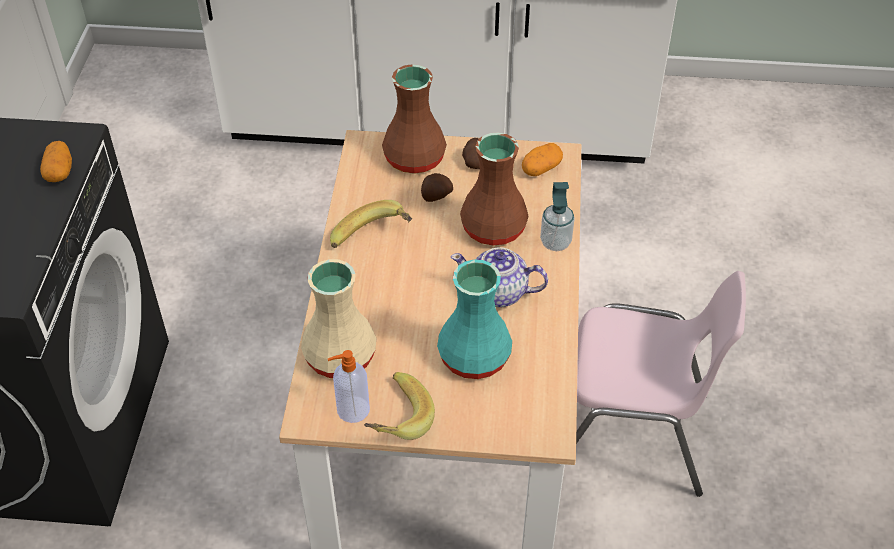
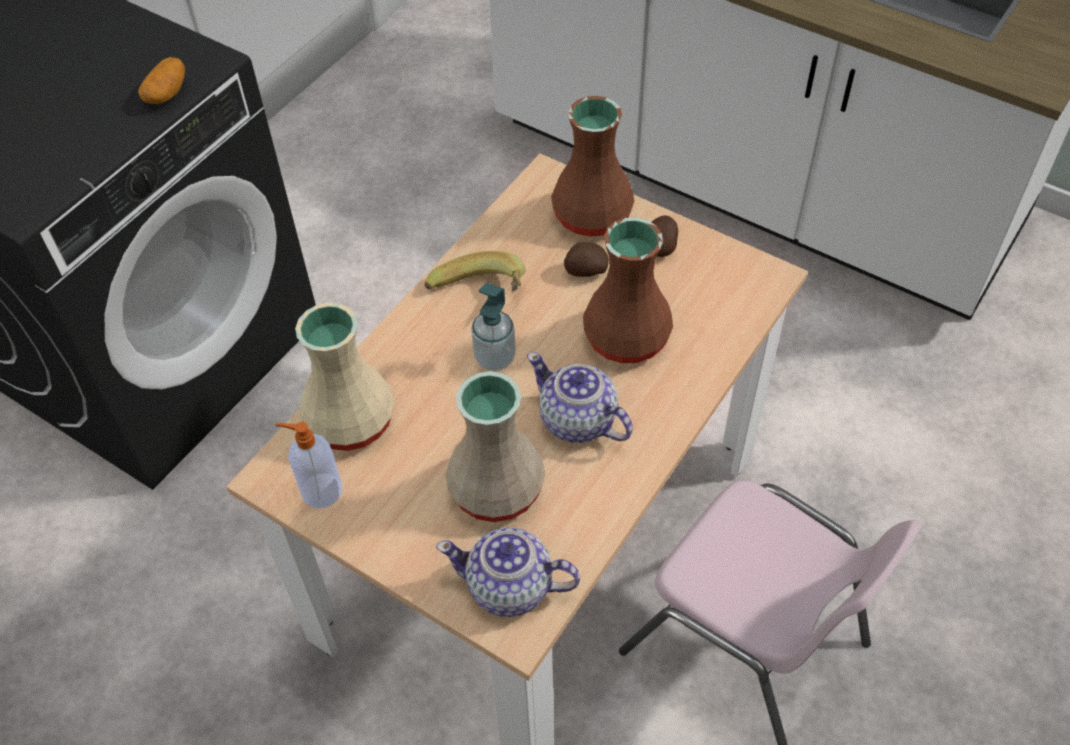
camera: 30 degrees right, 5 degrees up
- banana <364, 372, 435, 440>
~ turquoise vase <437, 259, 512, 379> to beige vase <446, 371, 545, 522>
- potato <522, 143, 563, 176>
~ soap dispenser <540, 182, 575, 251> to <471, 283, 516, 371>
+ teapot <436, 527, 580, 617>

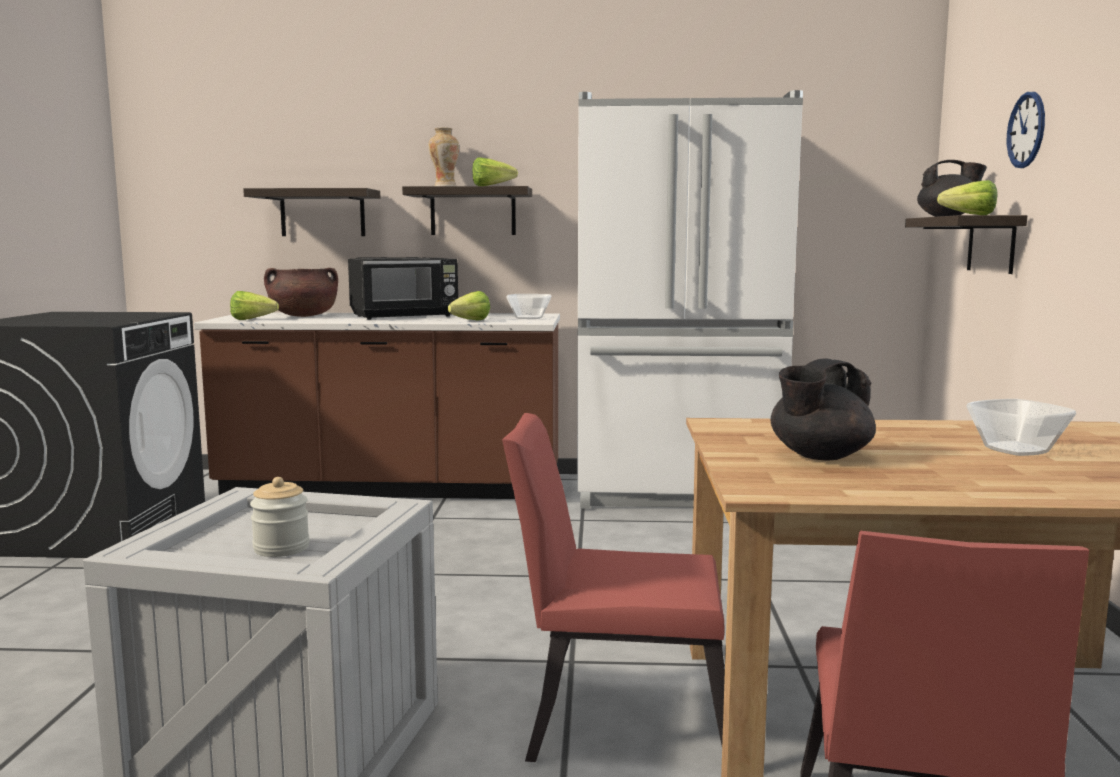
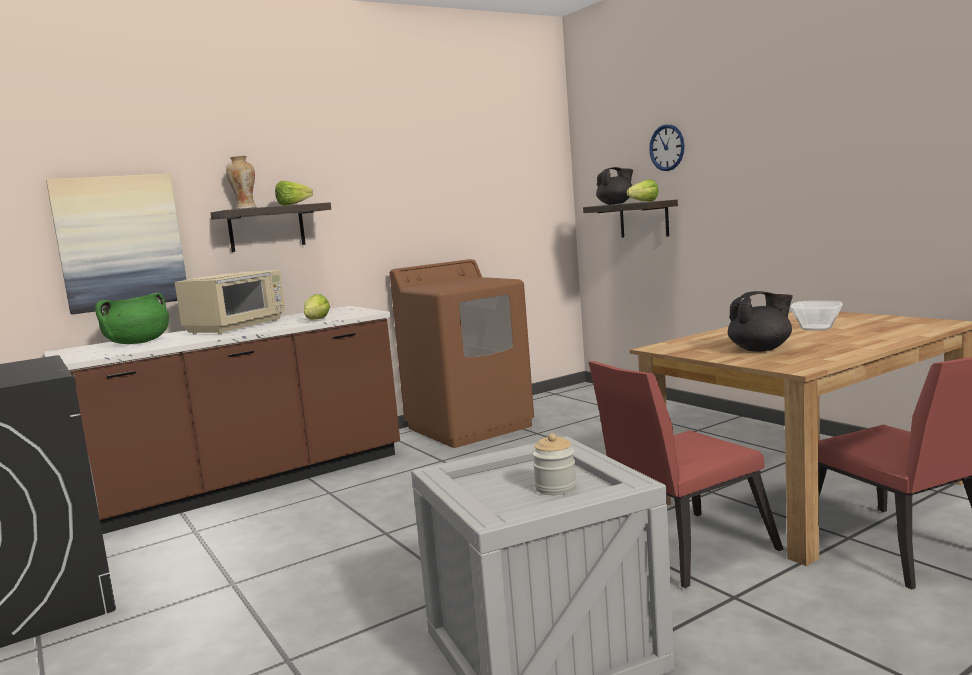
camera: 35 degrees left, 0 degrees up
- lettuce <230, 291, 279, 320>
~ shelf <243, 188, 380, 236> to picture <46, 174, 186, 314>
~ brown cooking pot <264, 268, 338, 317> to green cooking pot <95, 293, 169, 344>
~ black microwave <348, 257, 458, 320> to beige microwave <175, 270, 286, 334>
- bowl <506, 294, 551, 319>
~ white fridge <577, 90, 803, 508> to brown washing machine <390, 259, 534, 448>
~ black teapot <771, 358, 876, 461> = <728, 291, 793, 352> 120 degrees counterclockwise

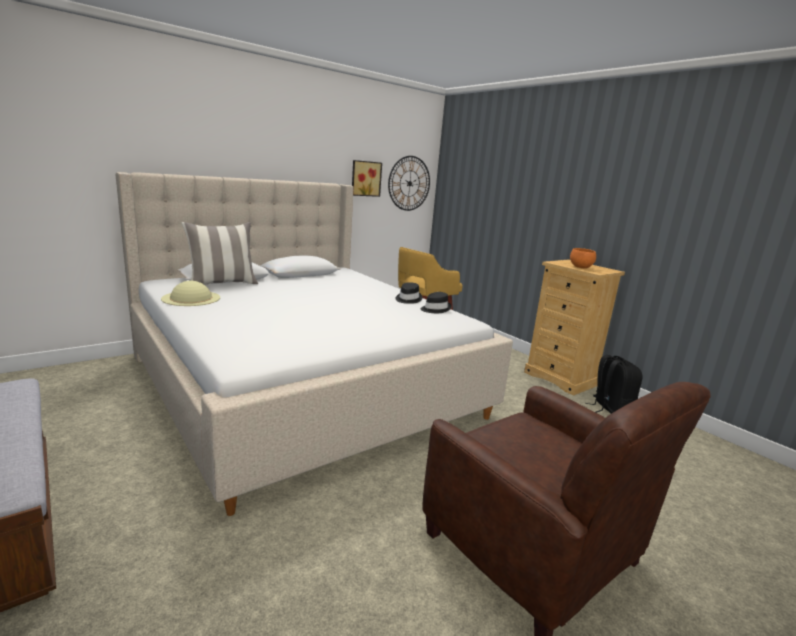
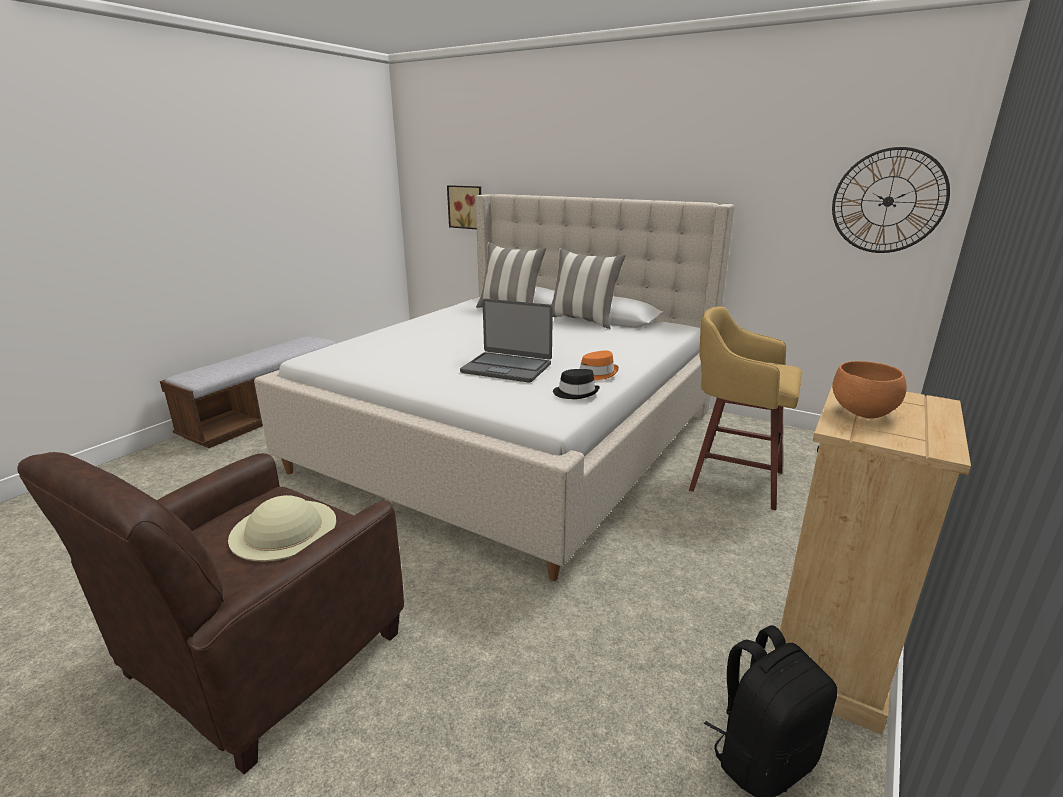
camera: 70 degrees right, 5 degrees up
~ beige hat <161, 281, 220, 306> to <228, 495, 336, 562>
~ picture <352, 160, 382, 197> to <447, 185, 481, 229>
~ black hat <395, 282, 423, 304> to orange hat <580, 350, 619, 381>
+ laptop <460, 299, 553, 383>
+ pillow <551, 248, 626, 329>

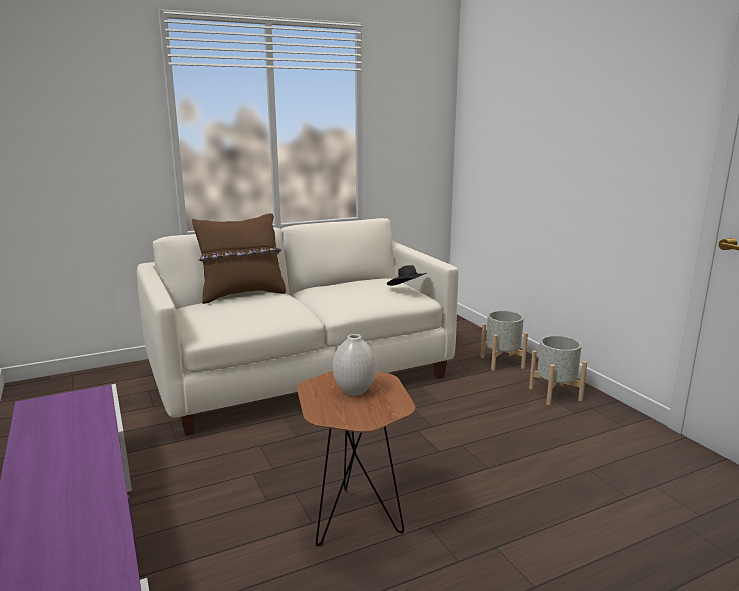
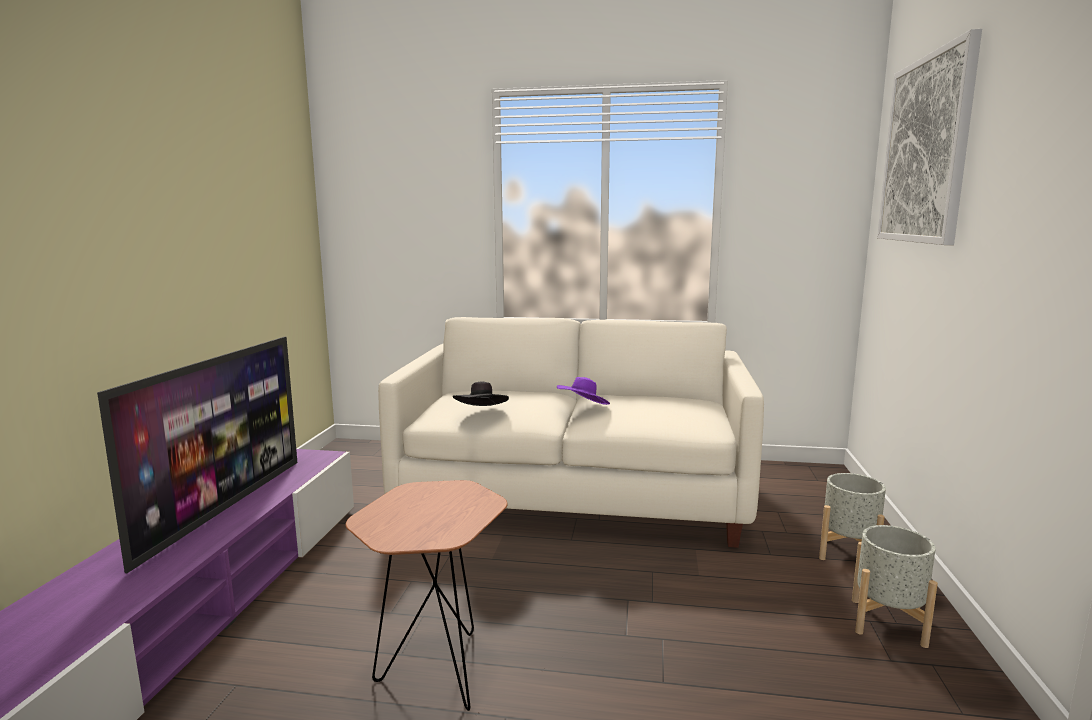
camera: 35 degrees right, 5 degrees down
- brown pillow <192, 213, 286, 304>
- white vase <333, 334, 377, 396>
~ black hat <387, 265, 426, 286> to <453, 381, 509, 406>
+ television <97, 337, 297, 573>
+ purple hat <557, 377, 610, 405>
+ picture <877, 29, 982, 245>

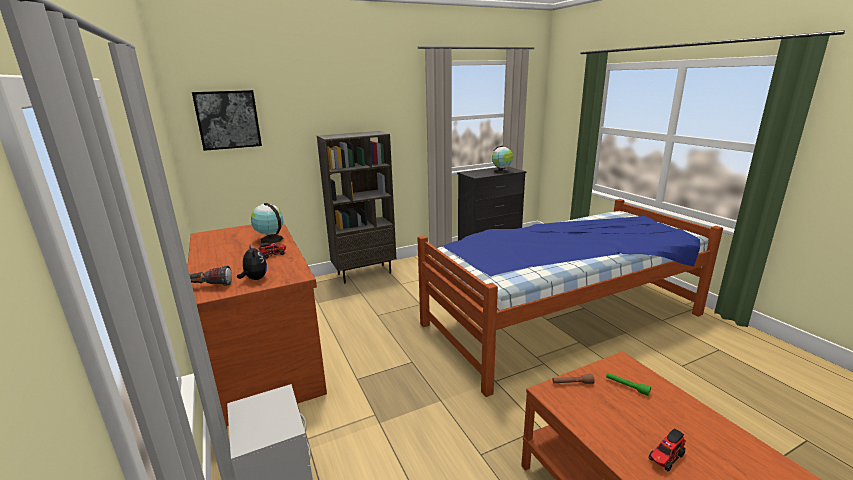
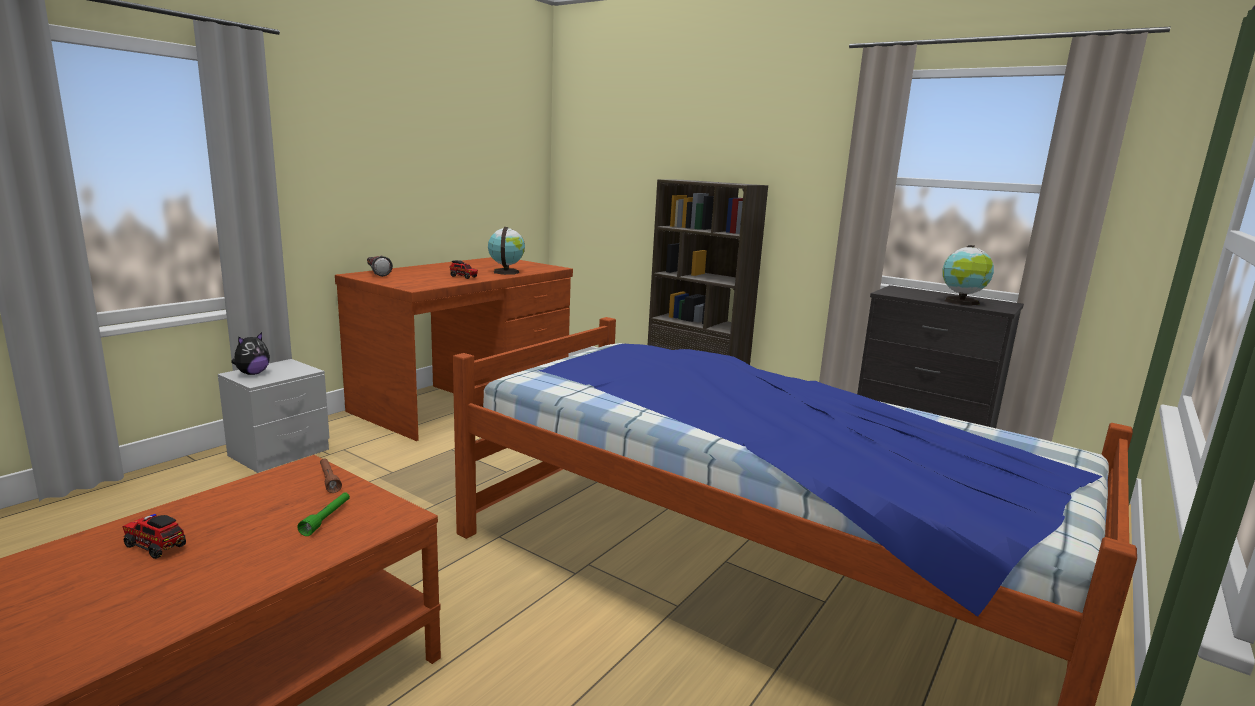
camera: 60 degrees right, 5 degrees down
- picture <192, 90, 262, 151>
~ plush toy <237, 245, 267, 280> to <231, 332, 270, 375>

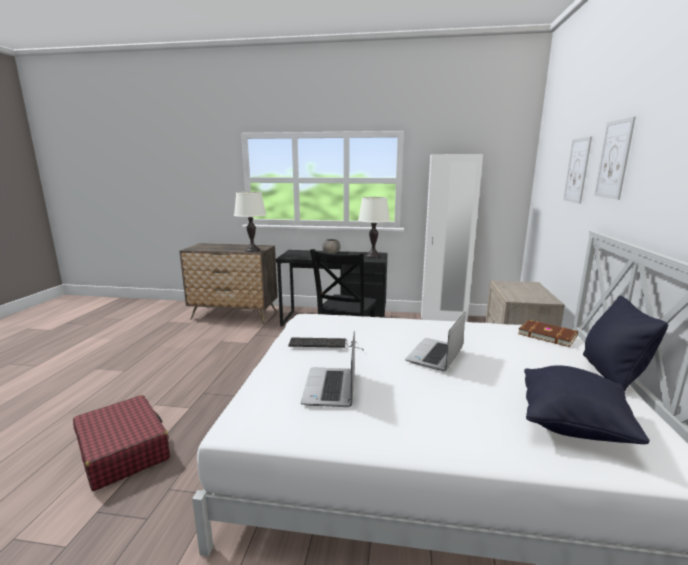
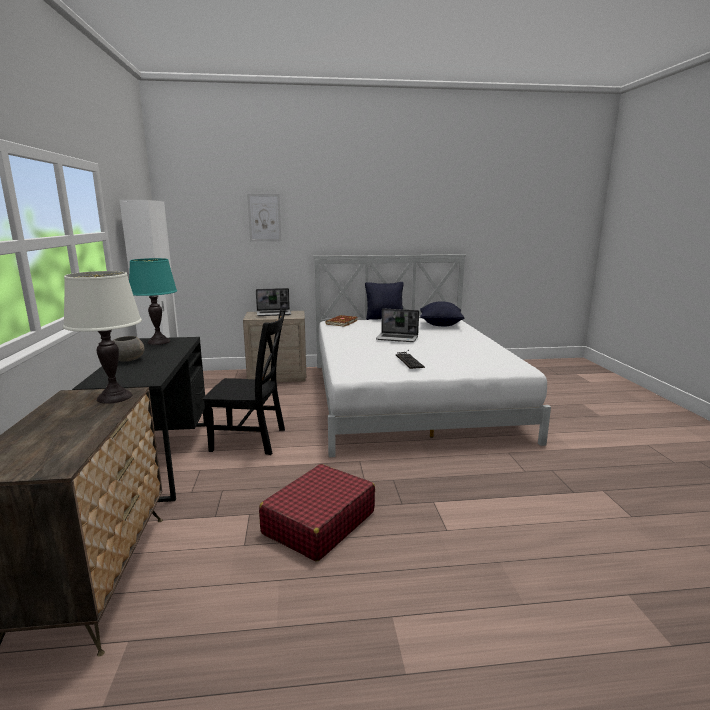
camera: 105 degrees left, 0 degrees up
~ red suitcase <73, 395, 170, 491> to <259, 464, 375, 562>
~ laptop <301, 331, 355, 407> to <256, 288, 291, 316>
~ white table lamp <358, 197, 390, 258> to turquoise table lamp <129, 258, 177, 345>
- picture <594, 117, 636, 200>

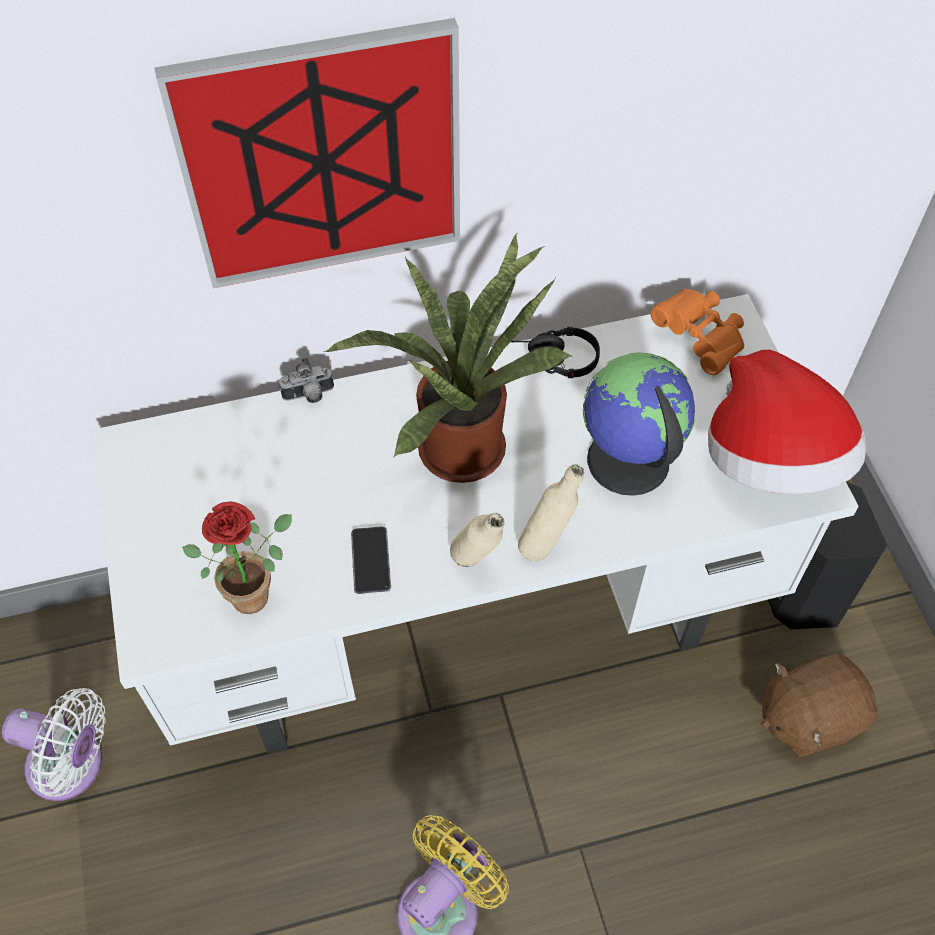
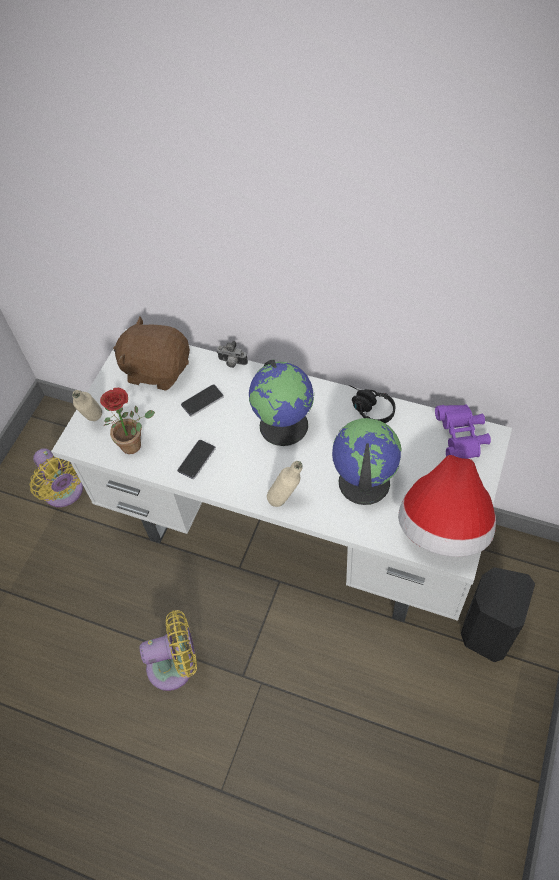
camera: 40 degrees right, 0 degrees up
~ white fan <2, 688, 106, 801> to yellow fan <30, 448, 83, 507>
- picture <154, 18, 460, 288>
~ potted plant <322, 234, 573, 483> to globe <249, 360, 314, 446>
~ beige bottle <450, 513, 505, 567> to <72, 390, 102, 421>
~ orange binoculars <651, 289, 744, 375> to purple binoculars <435, 404, 491, 459>
~ brown plush toy <761, 654, 878, 758> to <113, 316, 190, 391>
+ phone <181, 384, 224, 416>

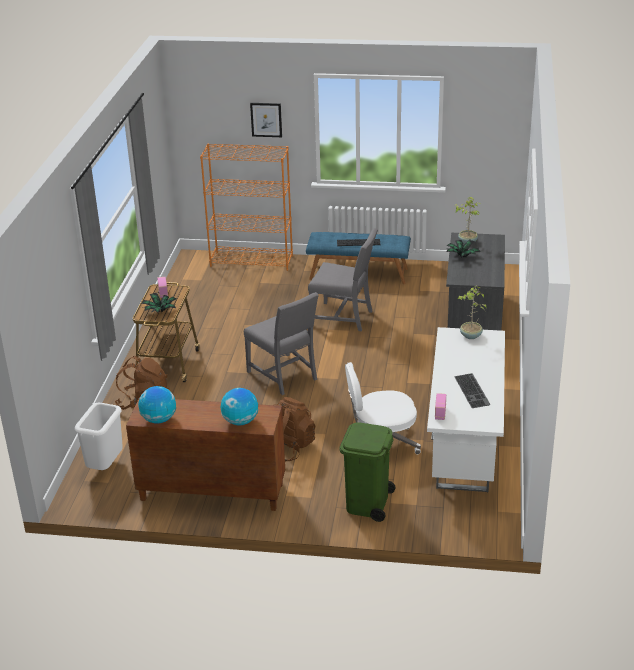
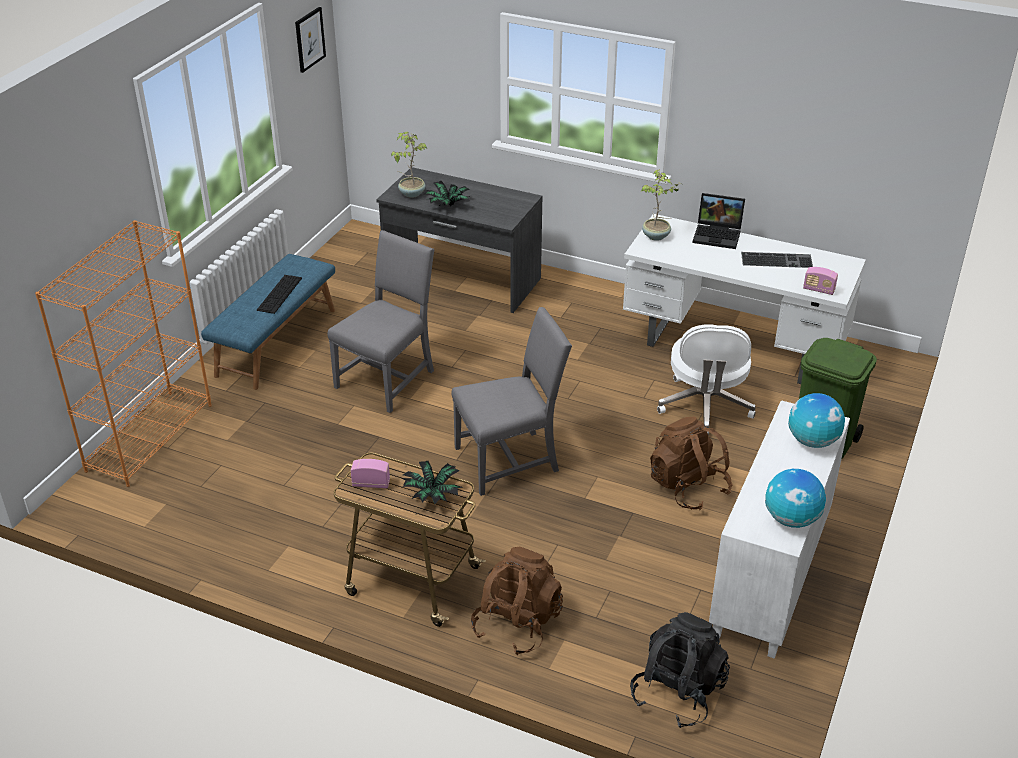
camera: 75 degrees left, 5 degrees up
~ white trash can <75, 403, 123, 470> to black backpack <630, 612, 730, 728>
~ brown cabinet <126, 397, 285, 511> to white cabinet <709, 400, 850, 659>
~ picture <250, 103, 282, 137> to <295, 7, 326, 73>
+ laptop <693, 193, 745, 249>

